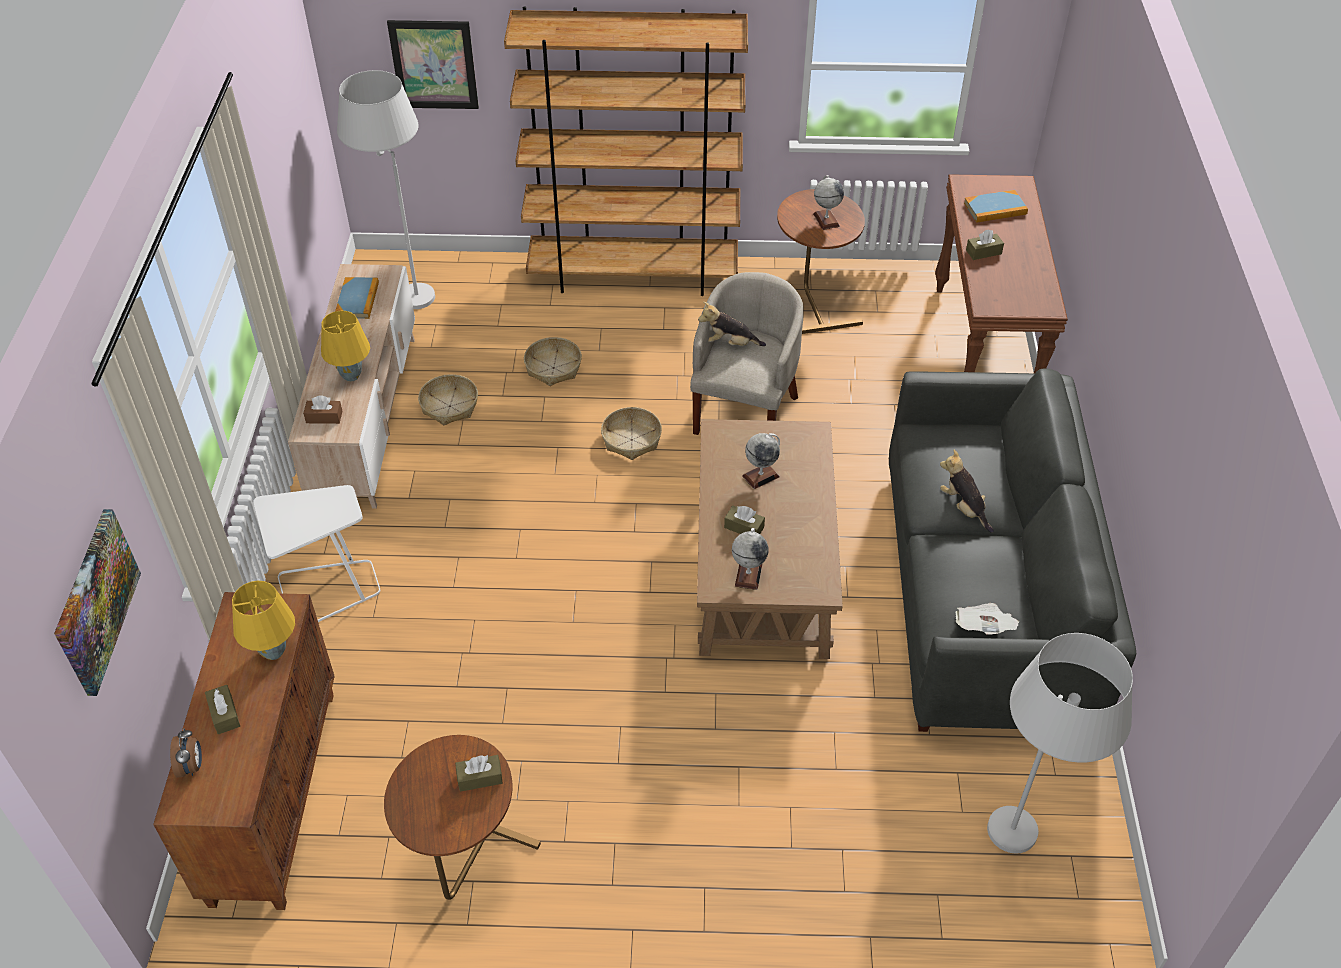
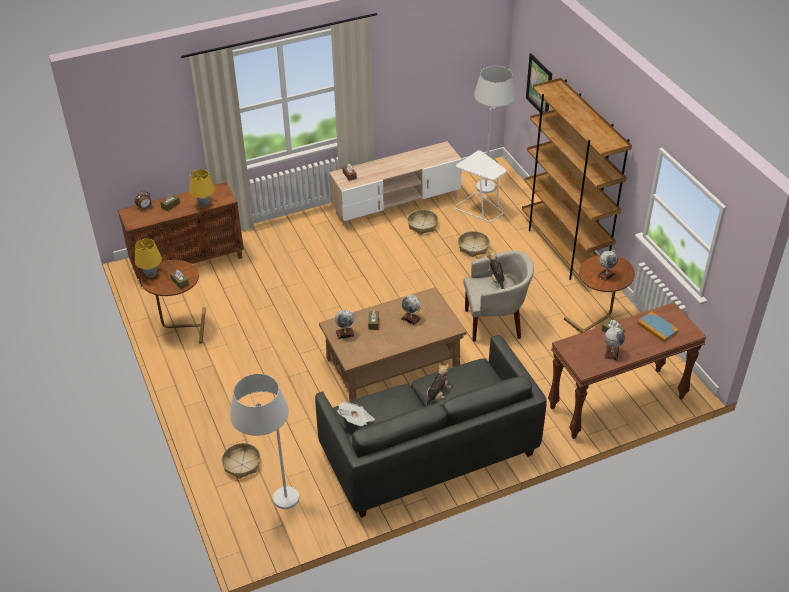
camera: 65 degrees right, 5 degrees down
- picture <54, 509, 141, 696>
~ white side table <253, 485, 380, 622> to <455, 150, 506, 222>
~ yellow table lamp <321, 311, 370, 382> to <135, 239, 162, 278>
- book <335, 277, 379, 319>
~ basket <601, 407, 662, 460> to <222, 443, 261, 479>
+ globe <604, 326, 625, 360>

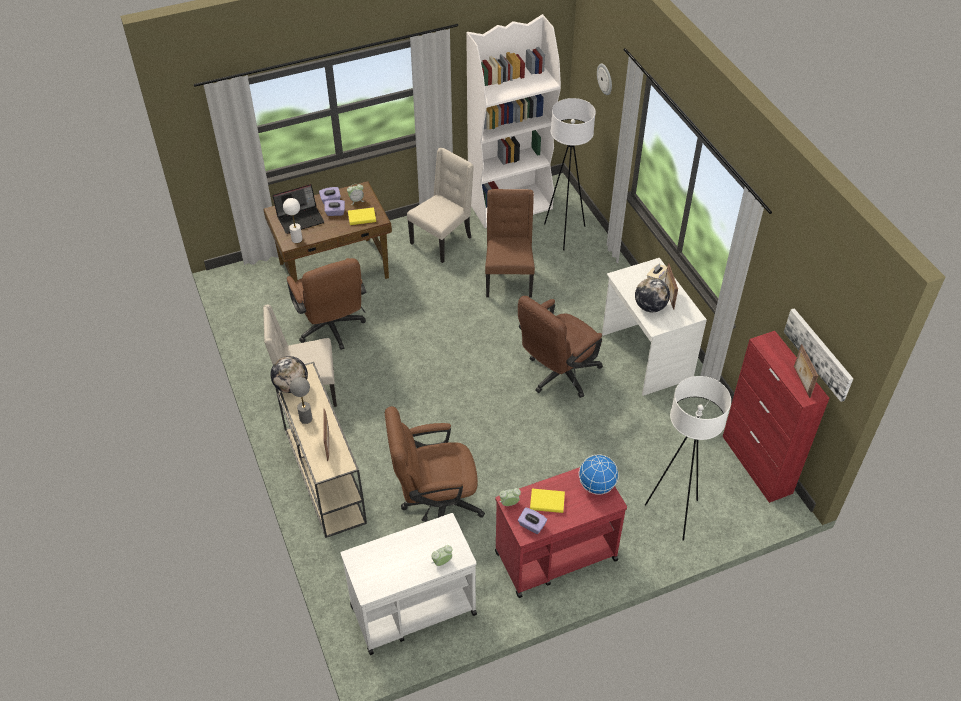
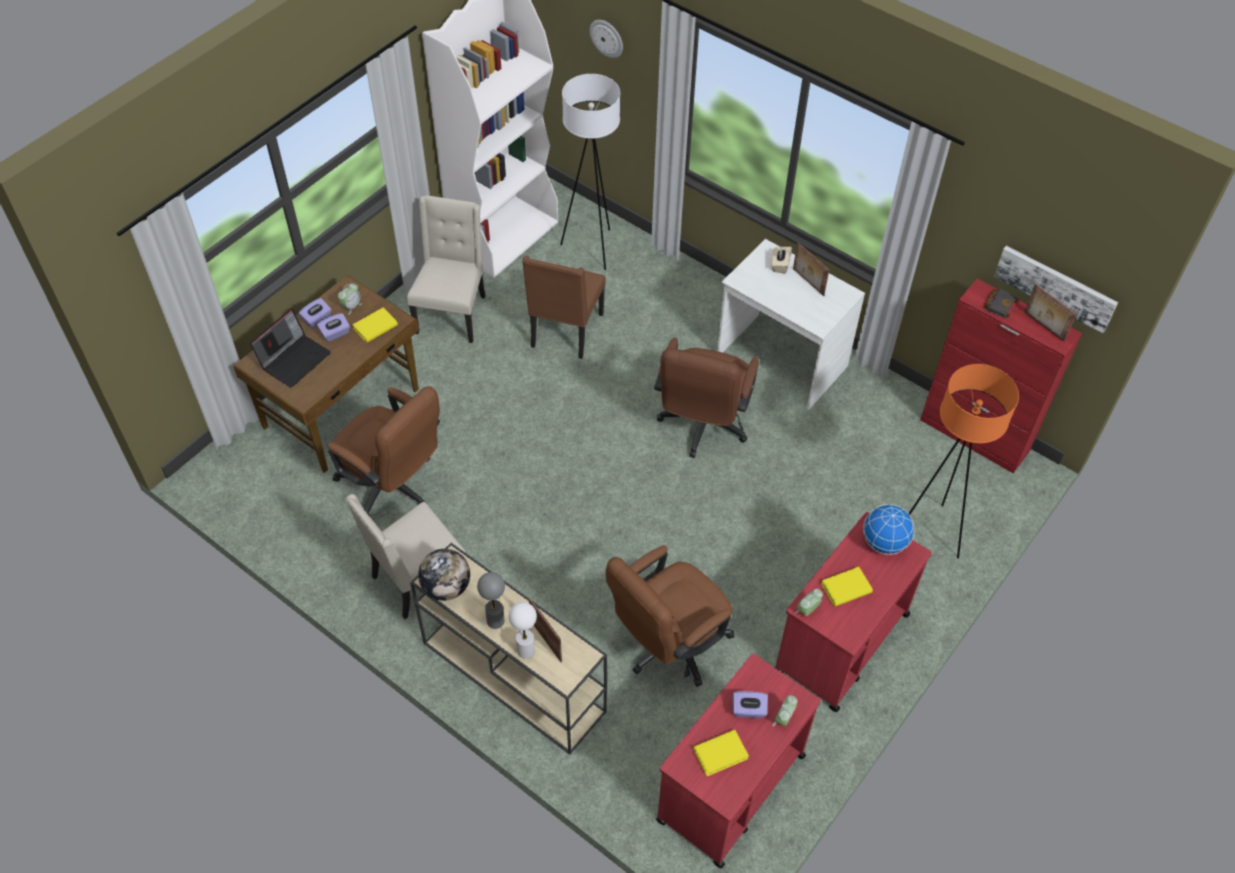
camera: 30 degrees left, 5 degrees up
~ white table lamp <283, 198, 303, 243> to <509, 602, 537, 658>
~ white cart <341, 513, 477, 655> to red cart <656, 654, 821, 869>
~ brown chair <485, 189, 535, 297> = <522, 256, 606, 359> 135 degrees counterclockwise
~ purple tissue box <518, 507, 547, 534> to <733, 691, 768, 718>
- globe <635, 278, 670, 312>
~ white floor lamp <645, 376, 731, 541> to orange floor lamp <908, 364, 1019, 558>
+ yellow book <693, 730, 749, 776>
+ black book <984, 289, 1019, 318>

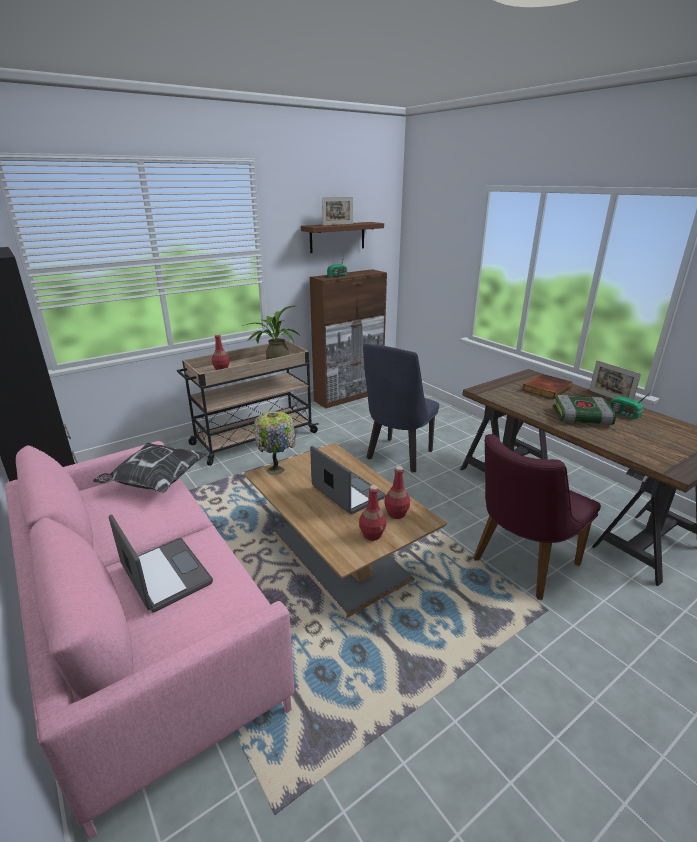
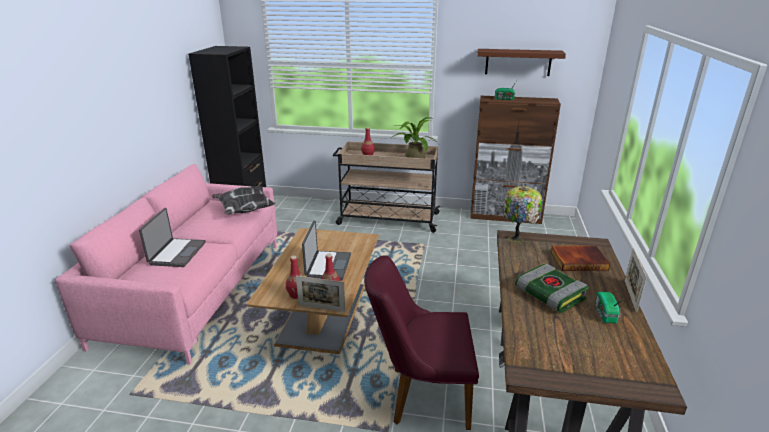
camera: 45 degrees right, 0 degrees up
~ table lamp <254, 411, 296, 475> to <503, 186, 542, 244>
~ picture frame <322, 197, 353, 225> to <296, 276, 345, 312>
- blue chair <363, 344, 439, 472>

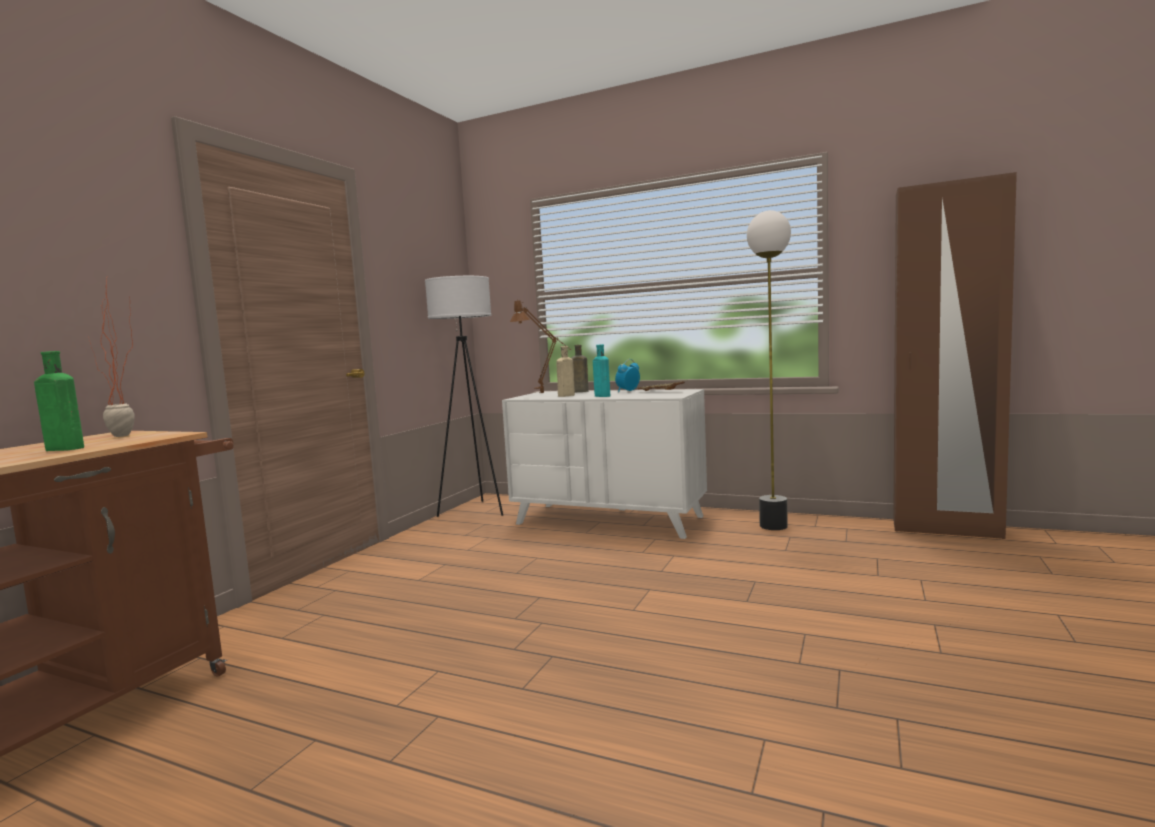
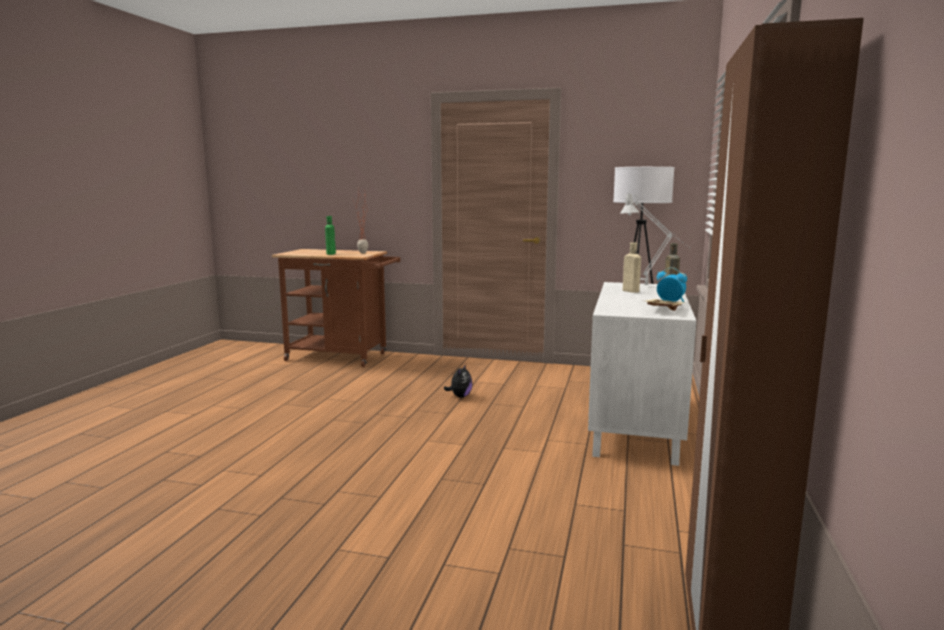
camera: 80 degrees right, 5 degrees up
~ brown table lamp <510, 300, 571, 393> to grey table lamp <620, 194, 691, 285>
- turquoise bottle <593, 344, 610, 397>
- floor lamp <747, 210, 791, 530>
+ plush toy <444, 364, 473, 398>

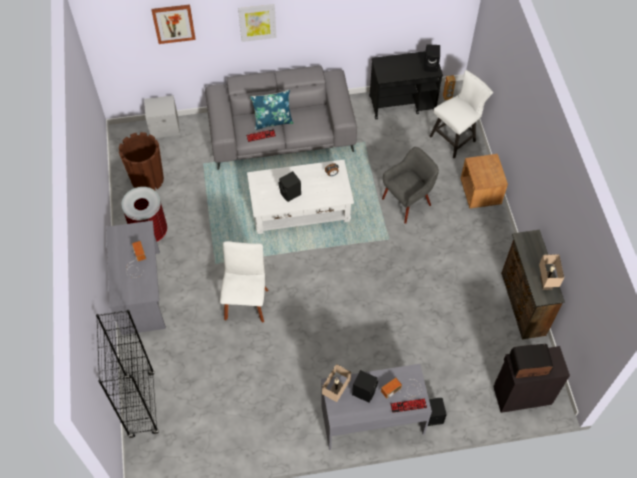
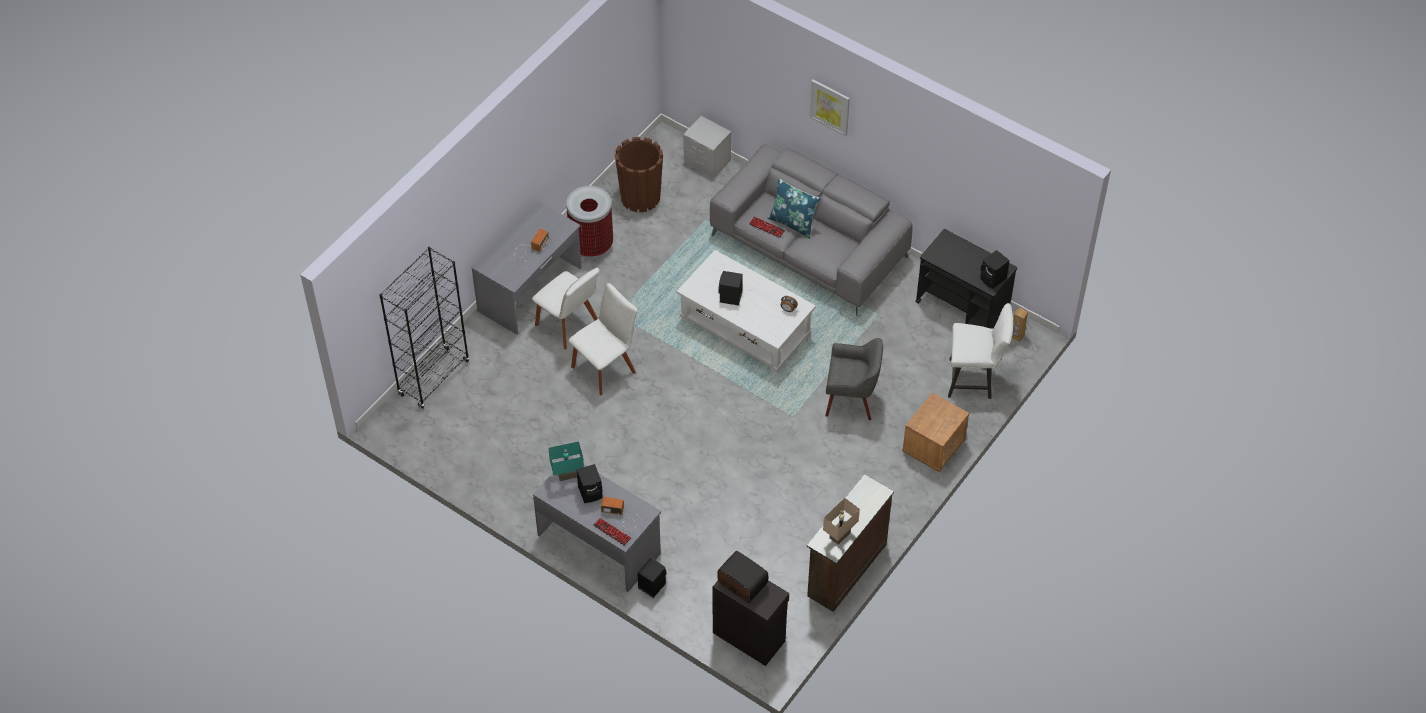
camera: 45 degrees right, 5 degrees down
- picture <151, 4, 196, 44>
~ beige table lamp <322, 364, 351, 402> to turquoise table lamp <548, 441, 584, 481>
+ white chair <532, 268, 599, 349>

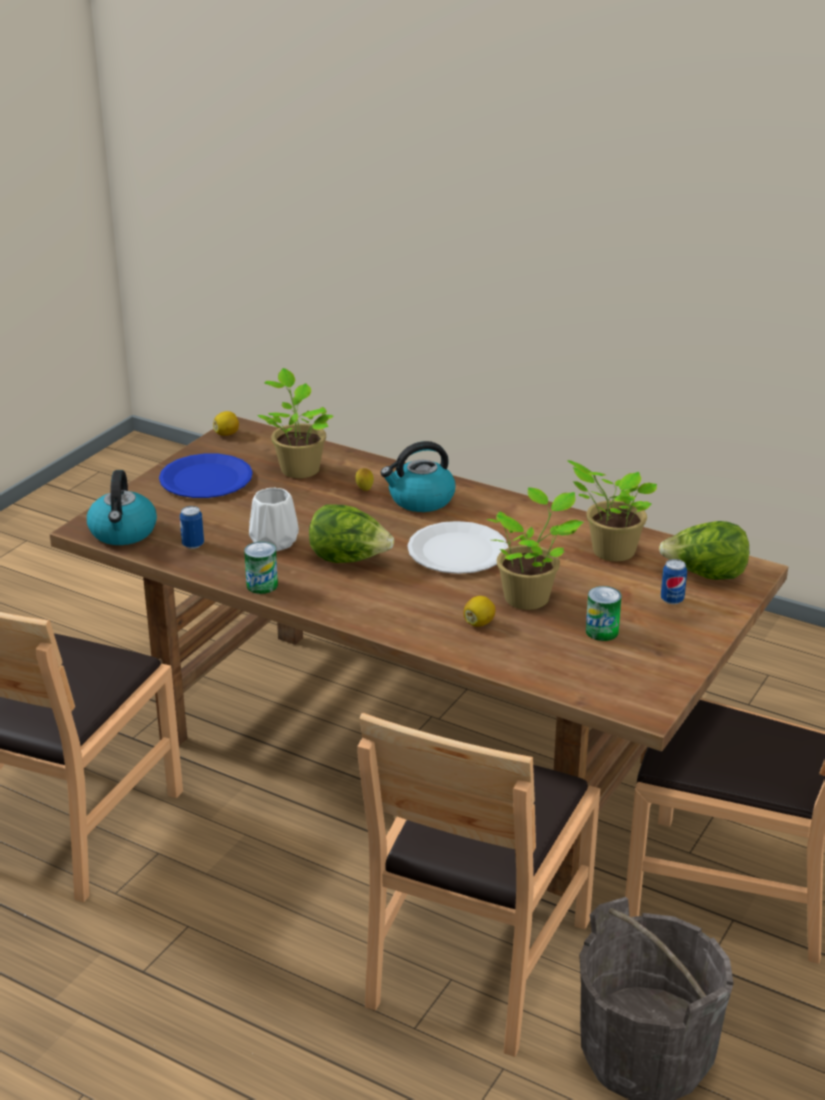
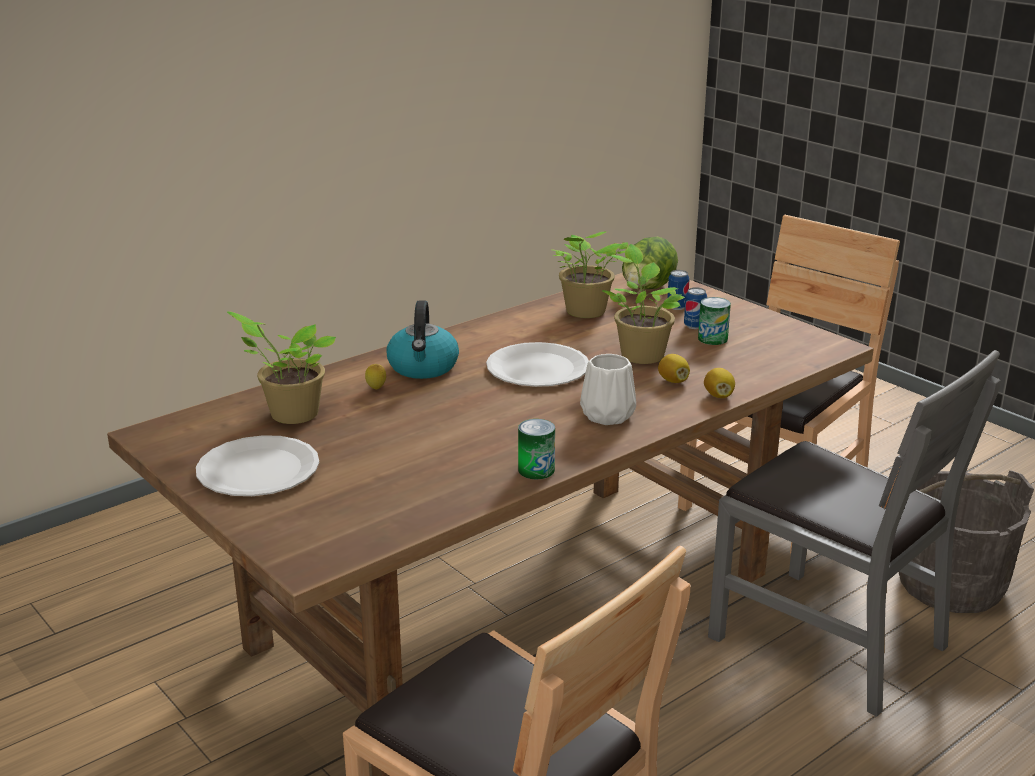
camera: 70 degrees left, 5 degrees down
- kettle <87, 470, 157, 545>
~ blue plate <159, 453, 253, 498> to white plate <196, 435, 319, 496>
~ can <180, 506, 204, 549> to <684, 287, 707, 329>
~ lemon <213, 411, 239, 436> to <704, 368, 735, 398>
~ white vase <249, 488, 299, 552> to <580, 354, 636, 425>
- lettuce <309, 504, 394, 563>
~ brown chair <357, 713, 600, 1057> to grey chair <708, 350, 1001, 716>

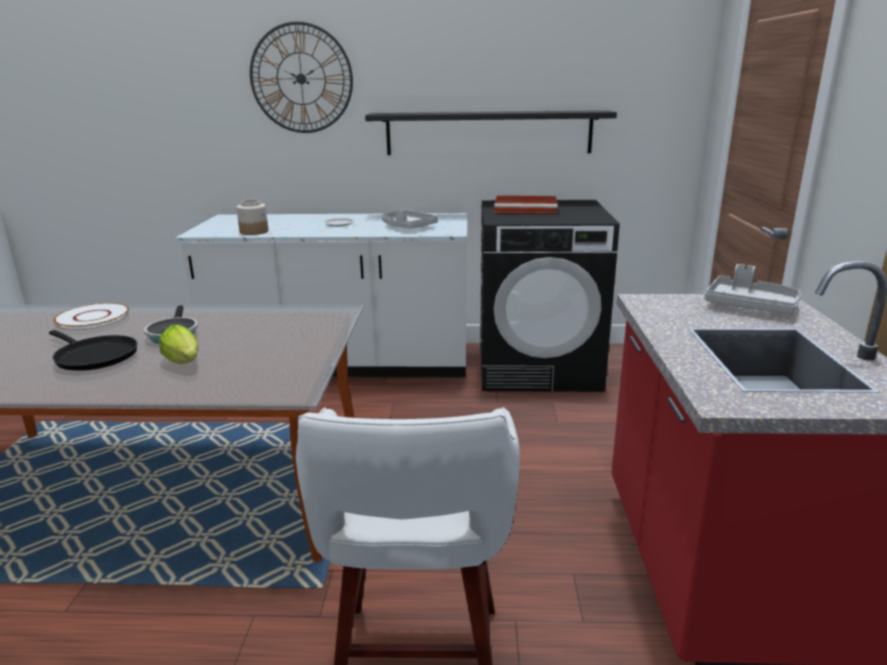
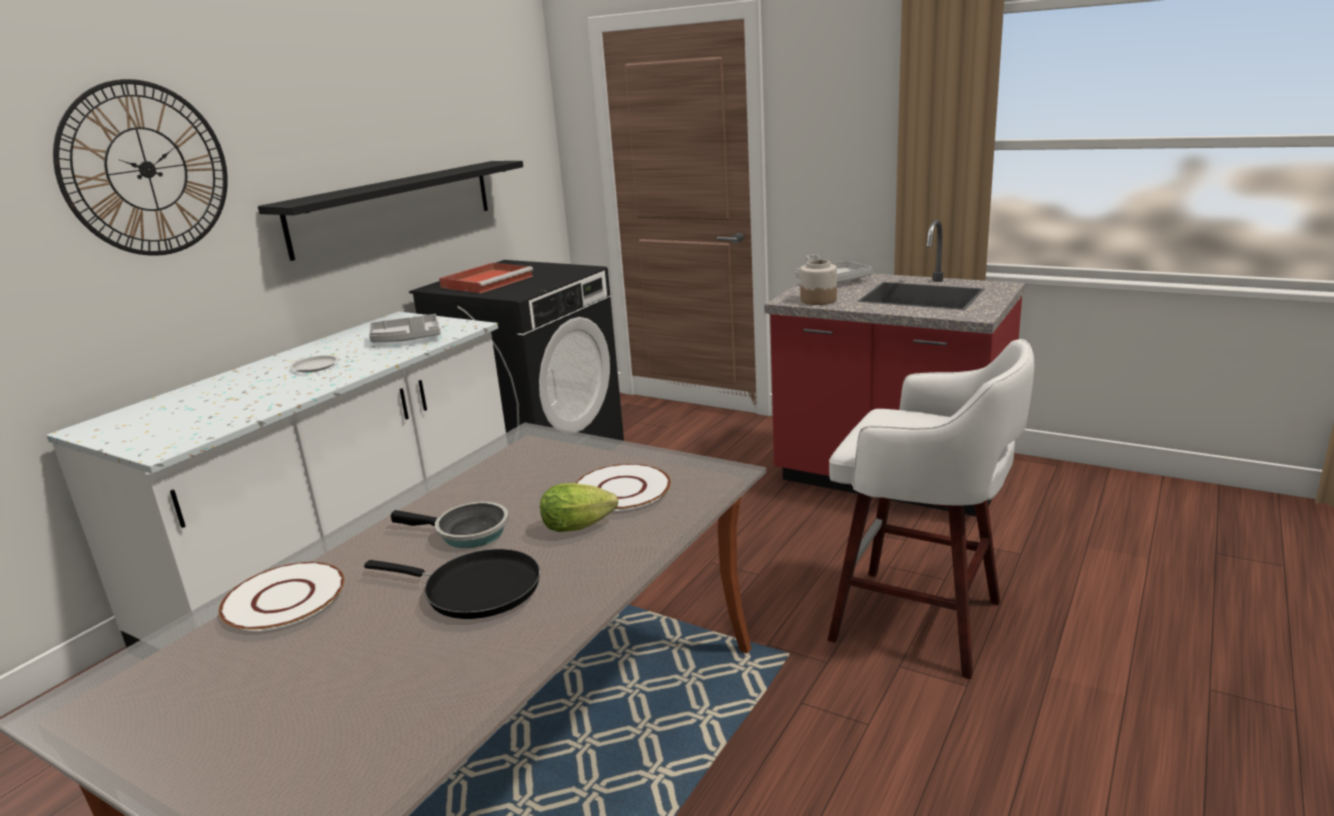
camera: 60 degrees left, 0 degrees up
~ black frying pan <49, 330, 138, 371> = <364, 549, 540, 619> 45 degrees clockwise
~ jar <236, 200, 268, 235> to <800, 259, 837, 305>
+ white plate <576, 464, 671, 511>

